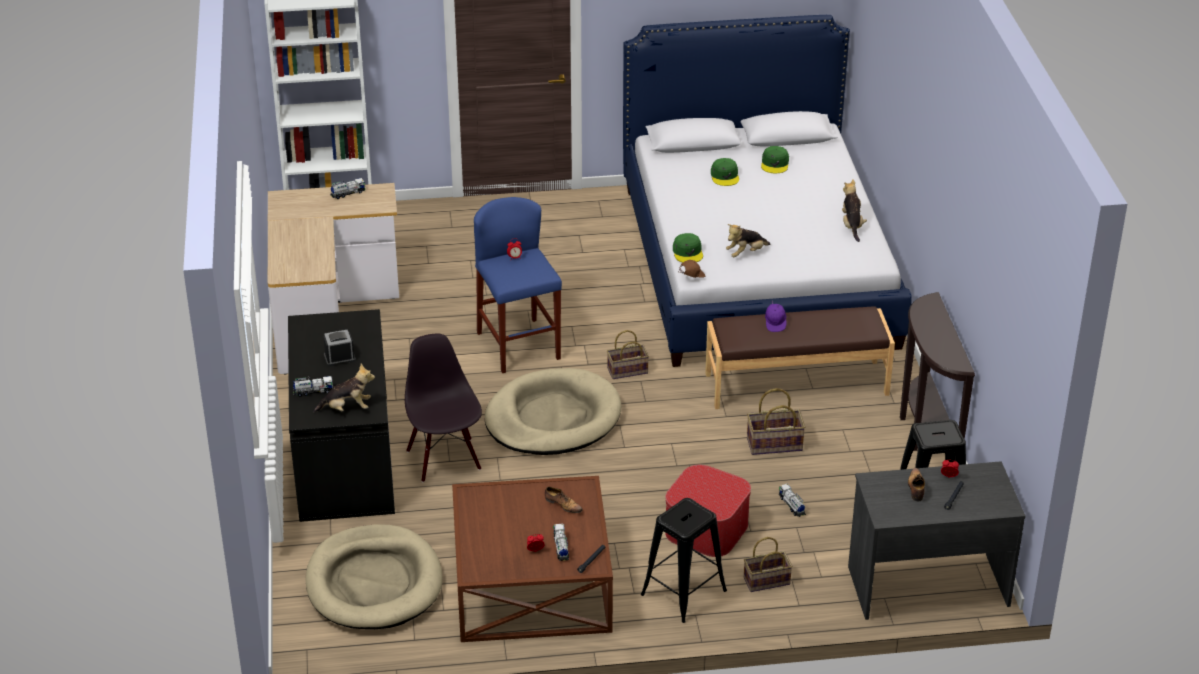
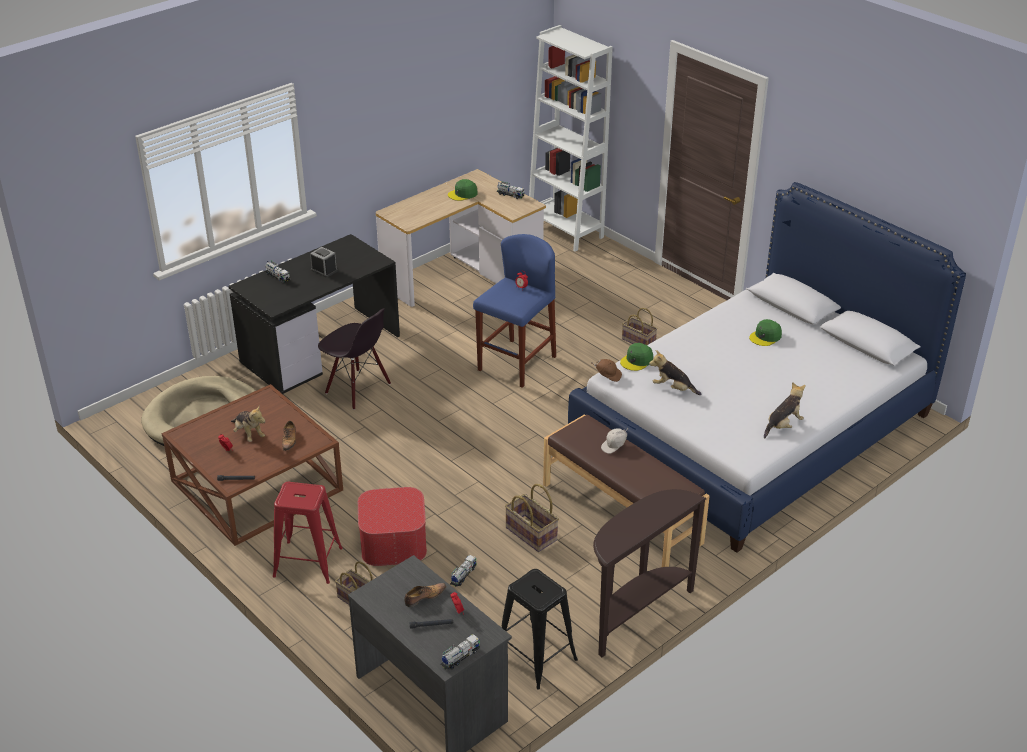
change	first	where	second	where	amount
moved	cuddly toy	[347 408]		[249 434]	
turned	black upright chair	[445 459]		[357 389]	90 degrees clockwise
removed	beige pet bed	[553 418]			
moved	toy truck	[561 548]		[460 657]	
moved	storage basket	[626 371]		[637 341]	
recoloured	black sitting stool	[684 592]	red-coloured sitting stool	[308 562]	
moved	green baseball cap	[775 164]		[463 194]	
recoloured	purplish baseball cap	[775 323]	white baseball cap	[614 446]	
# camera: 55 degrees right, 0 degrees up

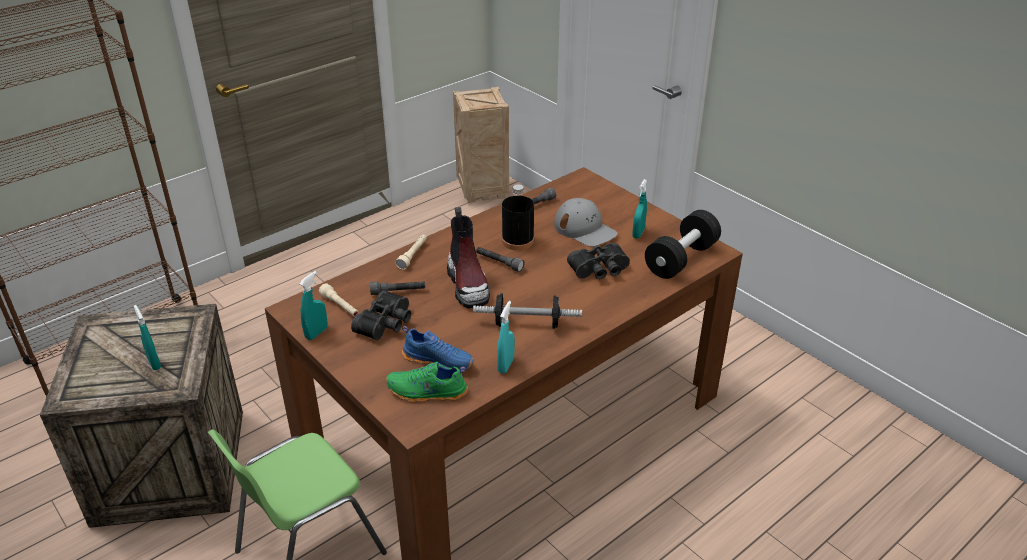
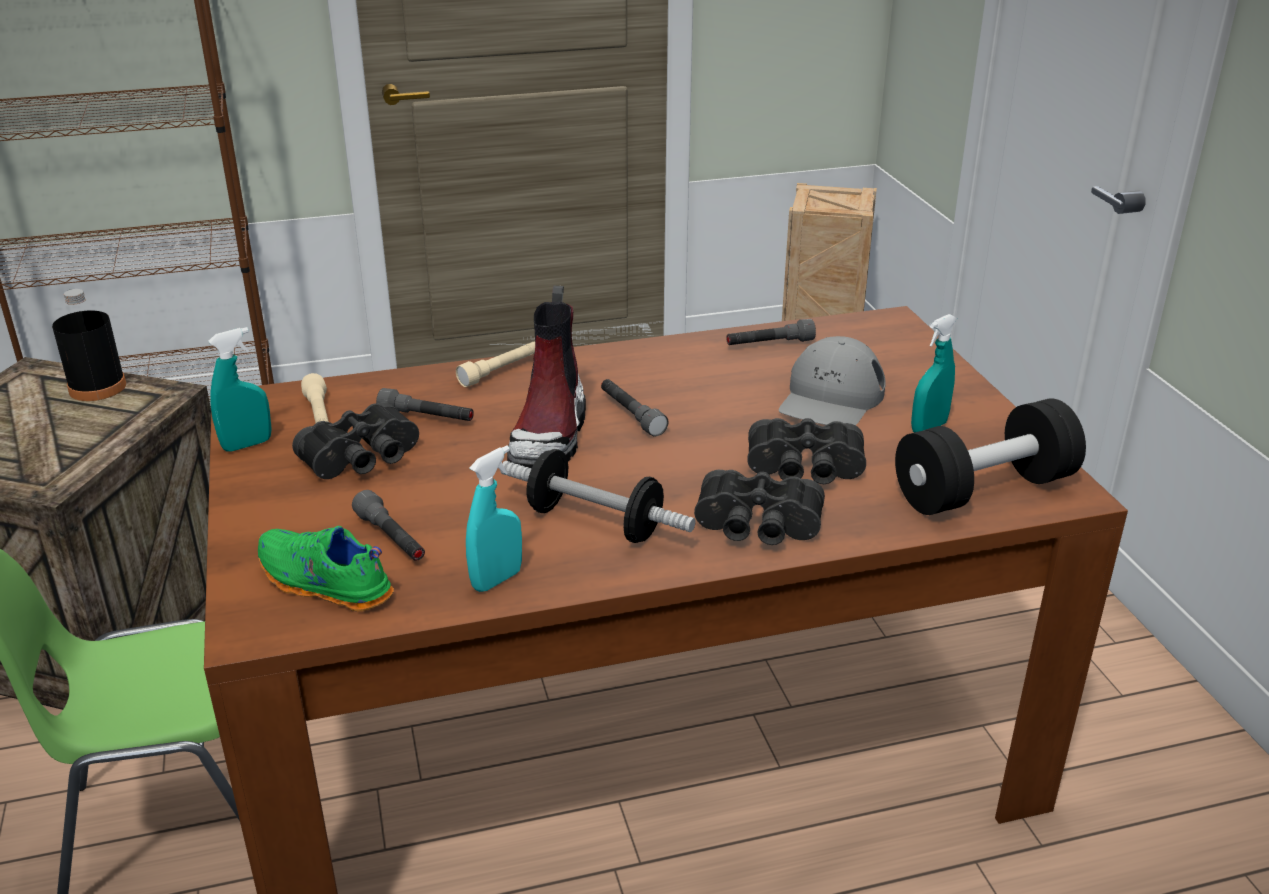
change	first	where	second	where	amount
removed	turquoise sprayer	[154 363]			
replaced	blue-coloured item of footwear	[439 360]	gray torch	[391 539]	
moved	black drink bottle	[517 241]		[97 387]	
turned	gray baseball cap	[585 229]		[831 399]	45 degrees clockwise
added			black field glasses	[757 527]	
# camera: 25 degrees right, 5 degrees down

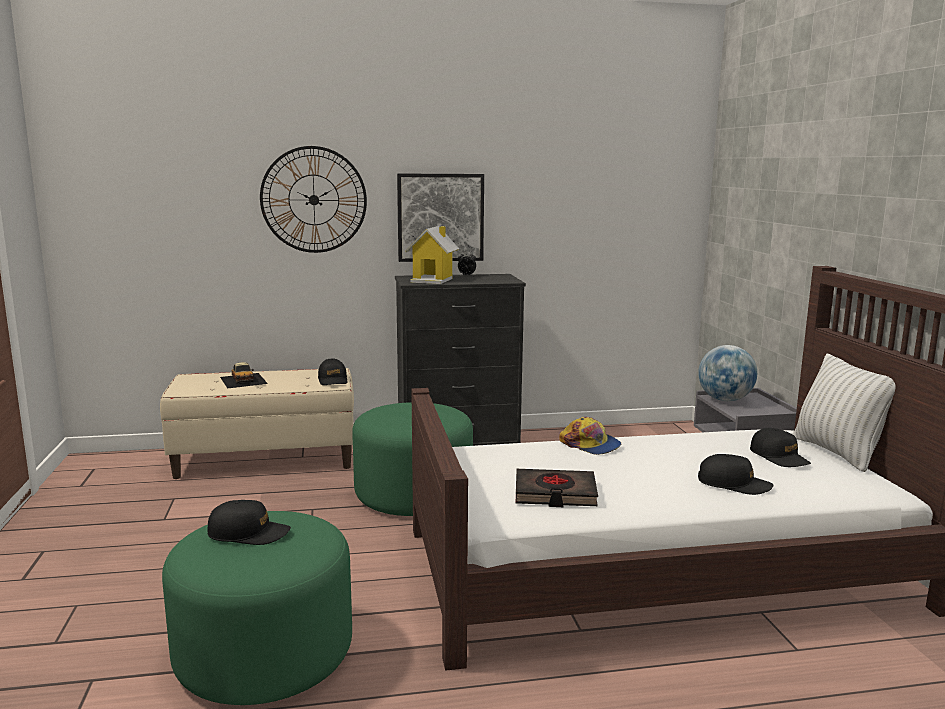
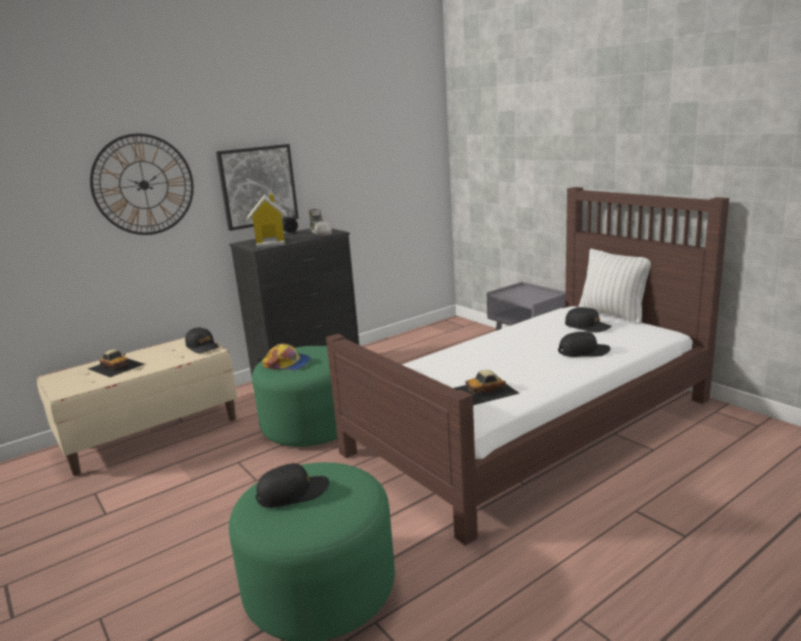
change	first	where	second	where	amount
replaced	black volume	[555 494]	toy car	[485 390]	
moved	baseball cap	[590 445]		[288 364]	
removed	world globe	[725 400]			
added			item of footwear	[321 232]	
# camera: 25 degrees left, 5 degrees up

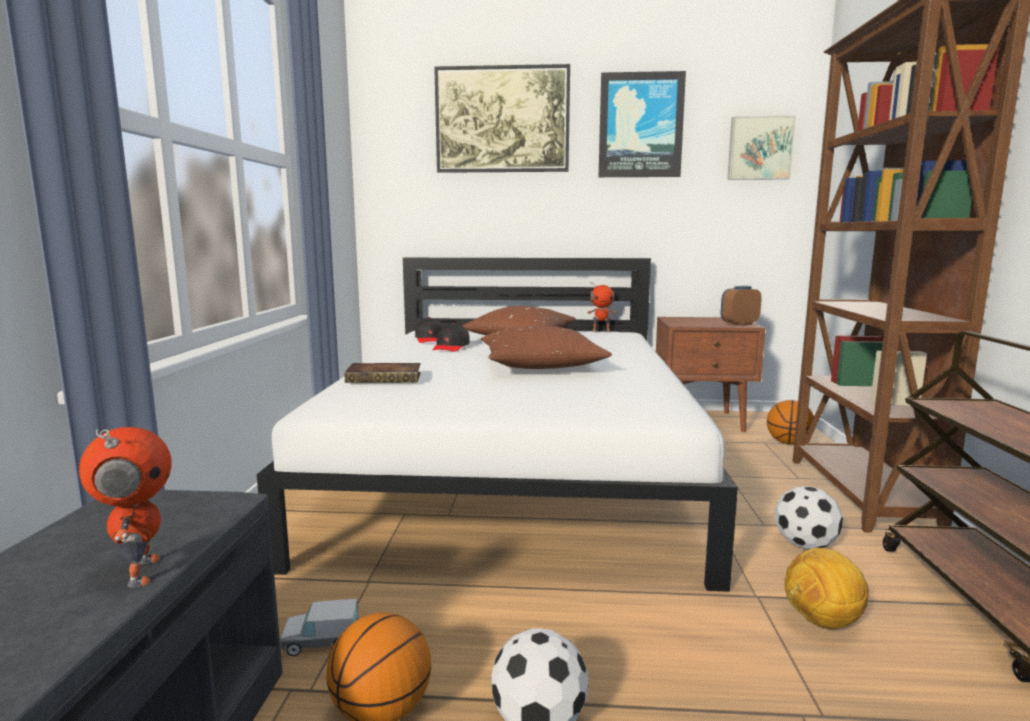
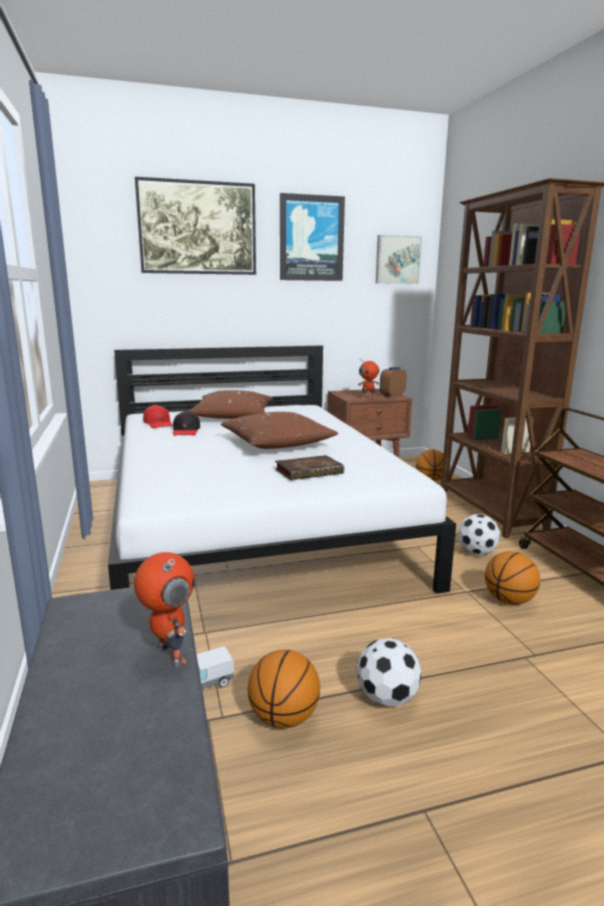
change	first	where	second	where	amount
moved	volume	[386 378]		[310 471]	
recoloured	black baseball cap	[430 339]	red-coloured baseball cap	[158 423]	
moved	model robot	[601 330]		[367 398]	
replaced	football	[822 622]	basketball ball	[509 600]	
# camera: 20 degrees left, 5 degrees up

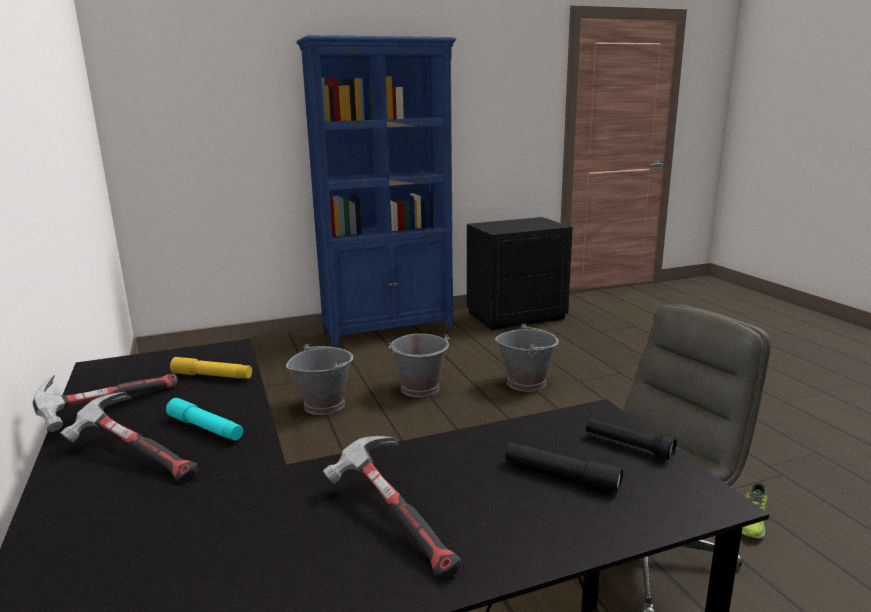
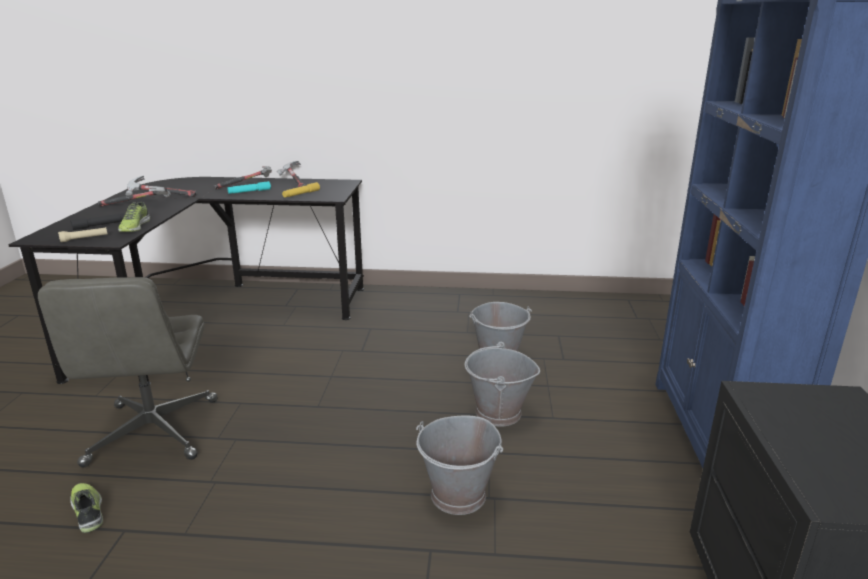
change	first	where	second	where	amount
recoloured	black torch	[628 446]	beige torch	[84 238]	
added			item of footwear	[134 227]	
added			hand hammer	[160 197]	
# camera: 115 degrees right, 5 degrees up

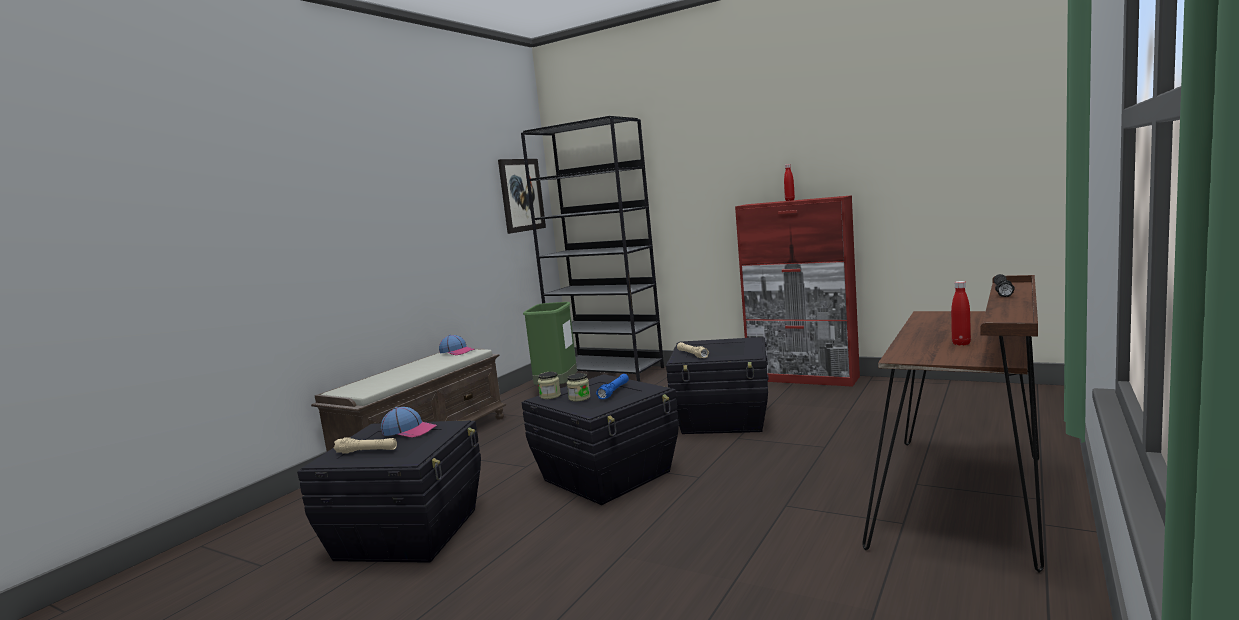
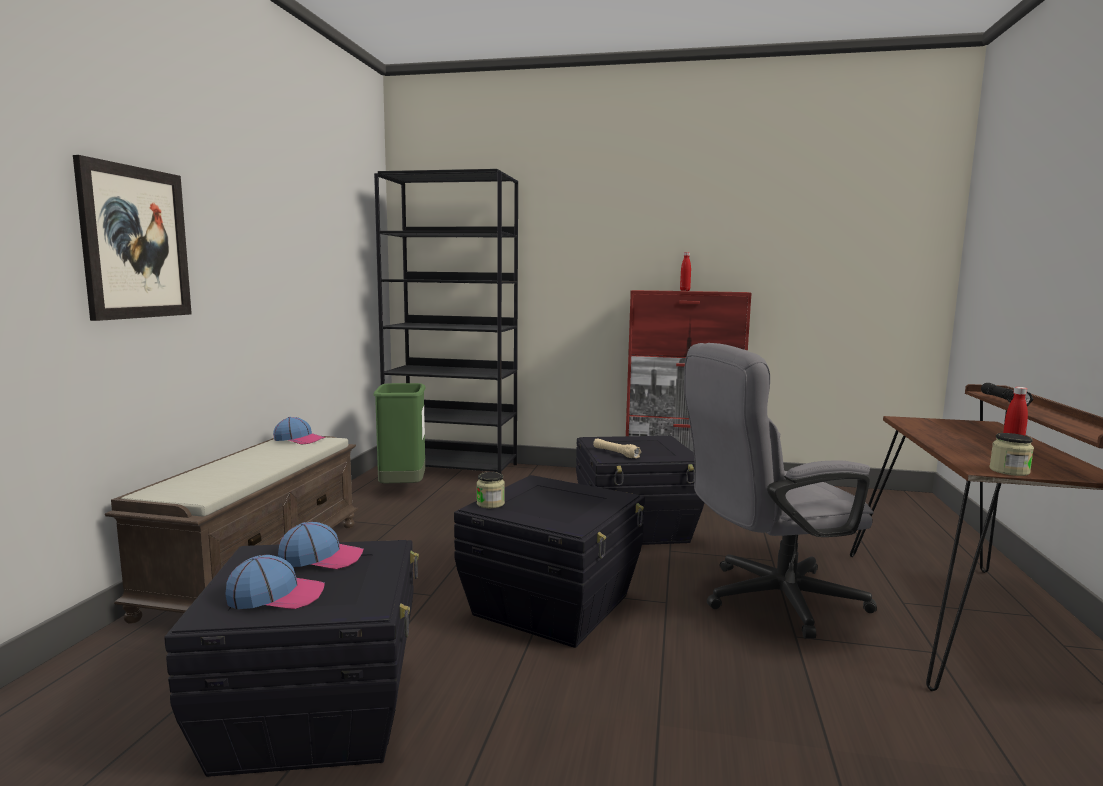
change	first	where	second	where	amount
replaced	beige torch	[367 451]	baseball cap	[276 595]	
moved	picture	[521 195]		[135 243]	
moved	preserve jar	[579 398]		[1009 471]	
removed	blue-coloured torch	[614 391]			
added			gray computer chair	[768 599]	
# camera: 20 degrees left, 0 degrees up

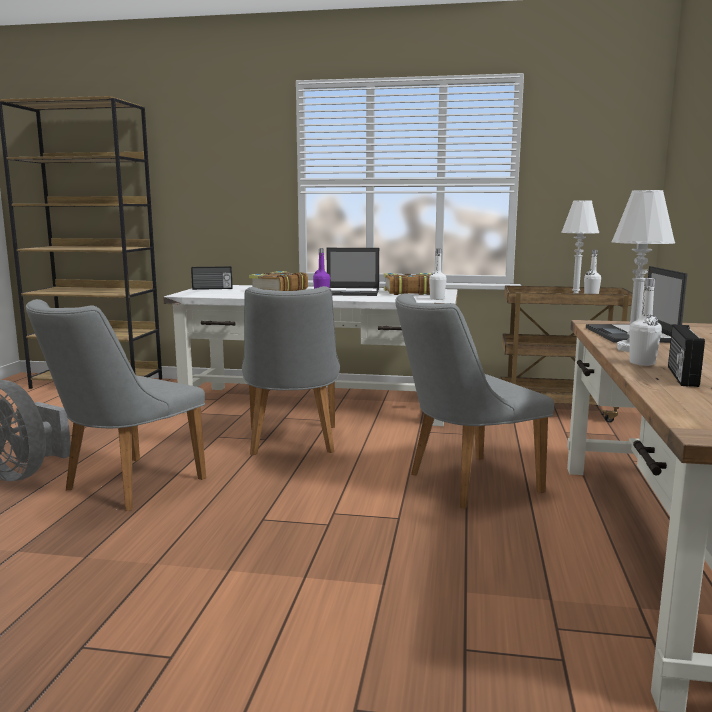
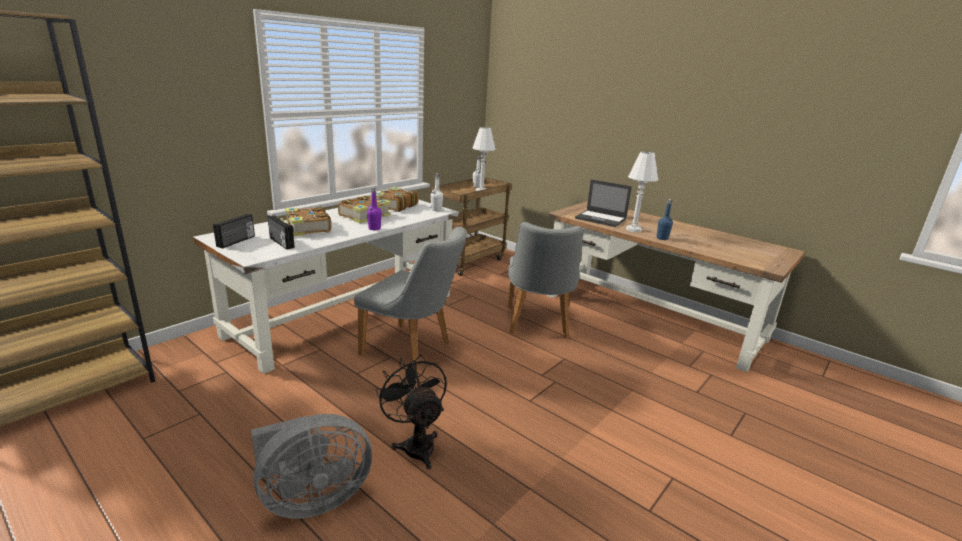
change	first	where	second	where	amount
replaced	gray upright chair	[124 487]	black fan	[416 444]	
replaced	laptop	[352 292]	volume	[365 216]	
recoloured	white drink bottle	[642 363]	blue-coloured drink bottle	[662 238]	
moved	radio	[680 376]		[281 243]	
# camera: 60 degrees left, 10 degrees up

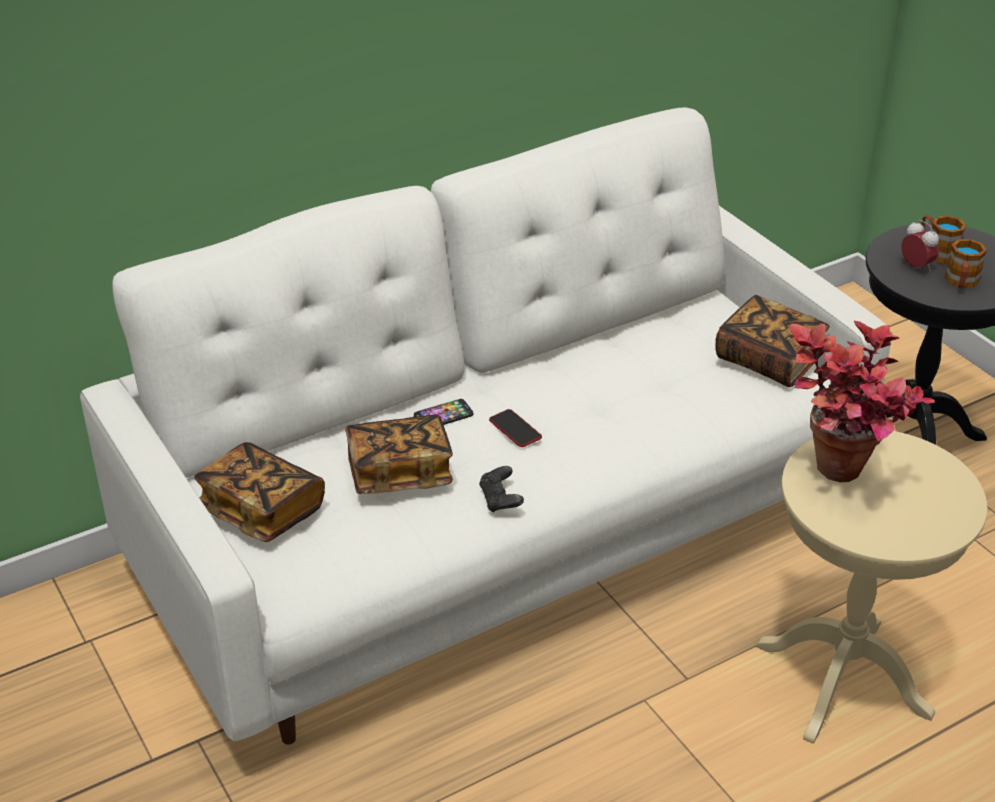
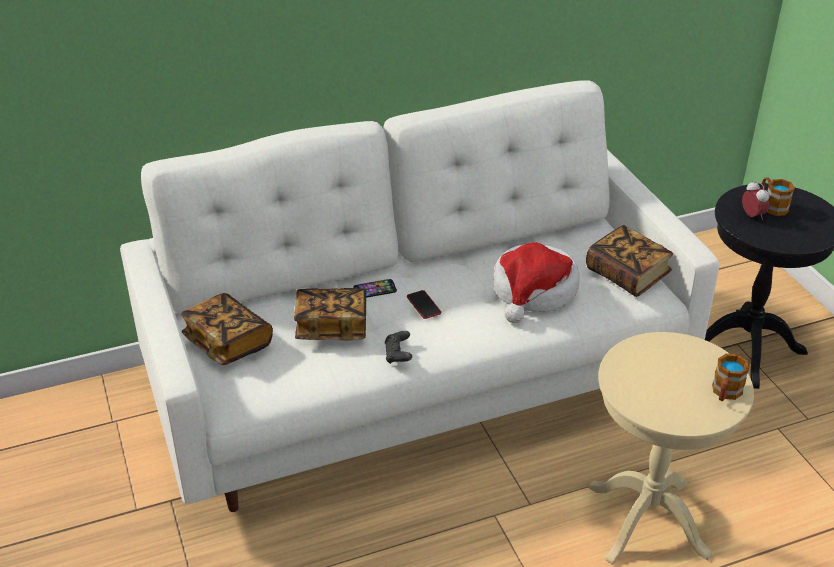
change	first	where	second	where	amount
removed	houseplant	[840 481]			
moved	mug	[961 283]		[725 393]	
added			wearable hat	[534 292]	
# camera: 10 degrees right, 0 degrees up

